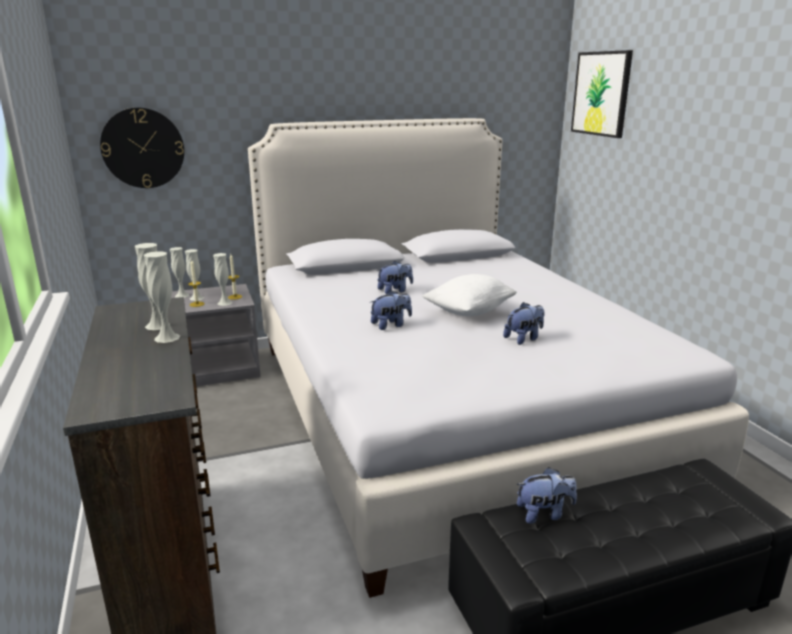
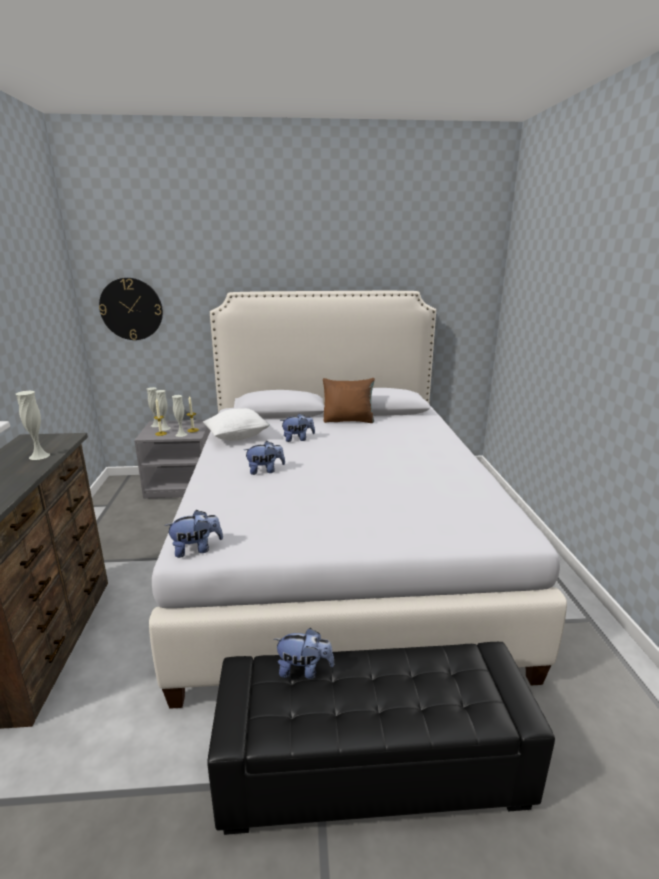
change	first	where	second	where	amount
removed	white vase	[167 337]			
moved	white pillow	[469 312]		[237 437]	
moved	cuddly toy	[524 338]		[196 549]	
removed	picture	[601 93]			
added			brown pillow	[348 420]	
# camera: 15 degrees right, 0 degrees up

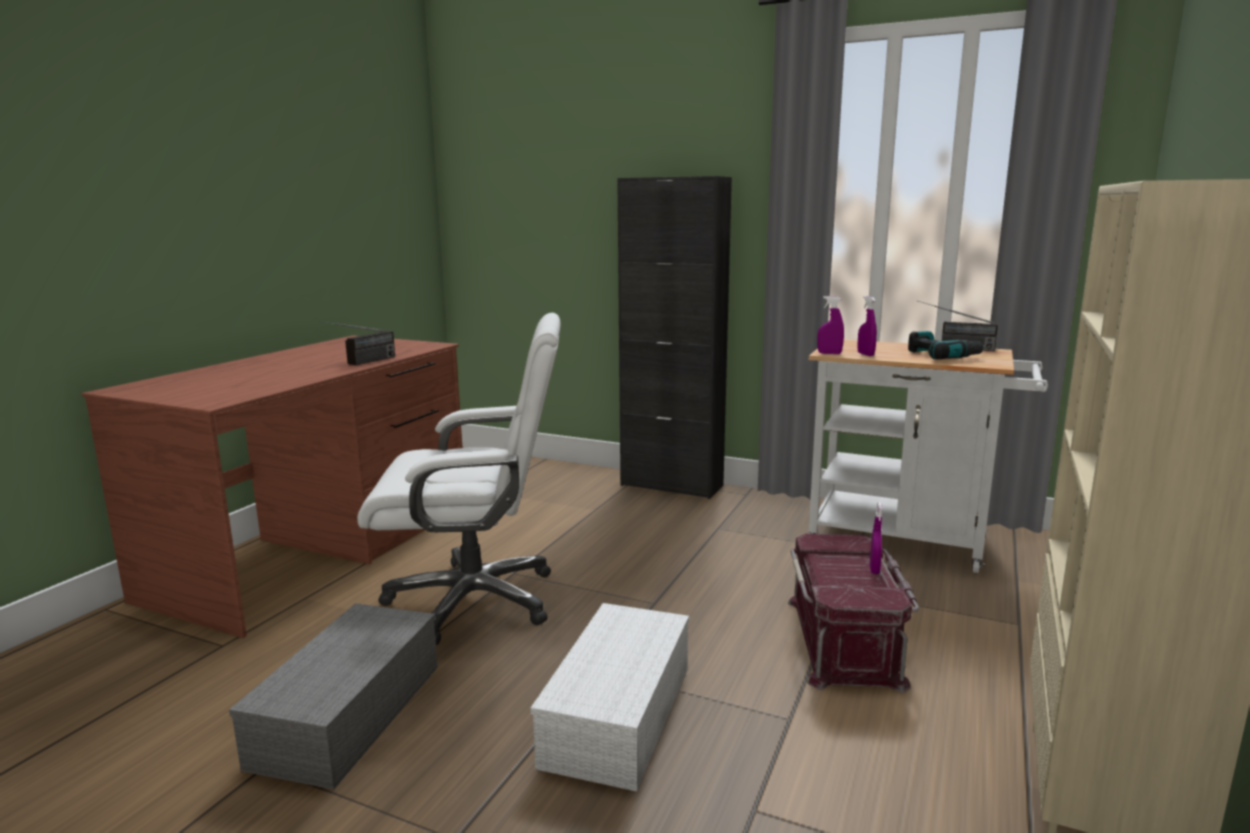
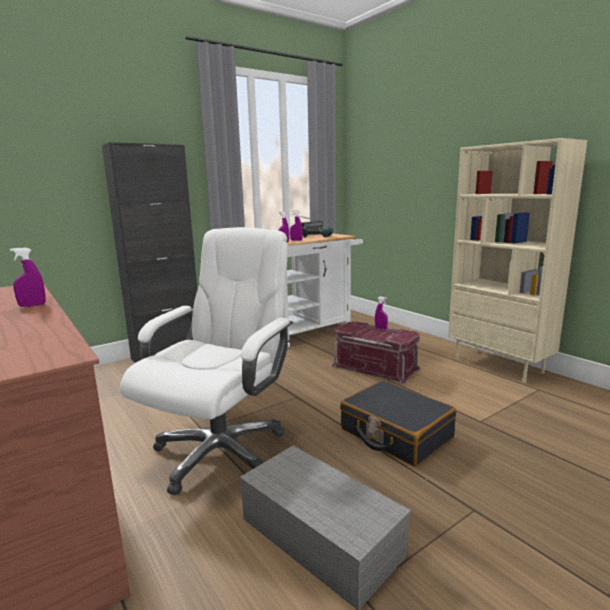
change	first	where	second	where	amount
replaced	radio	[362 362]	purplish sprayer	[32 305]	
replaced	white storage box	[619 717]	black travel case	[395 434]	
# camera: 60 degrees left, 0 degrees up

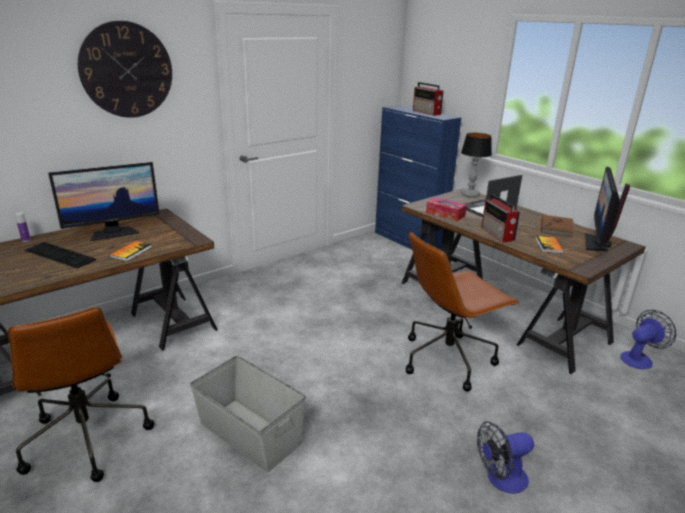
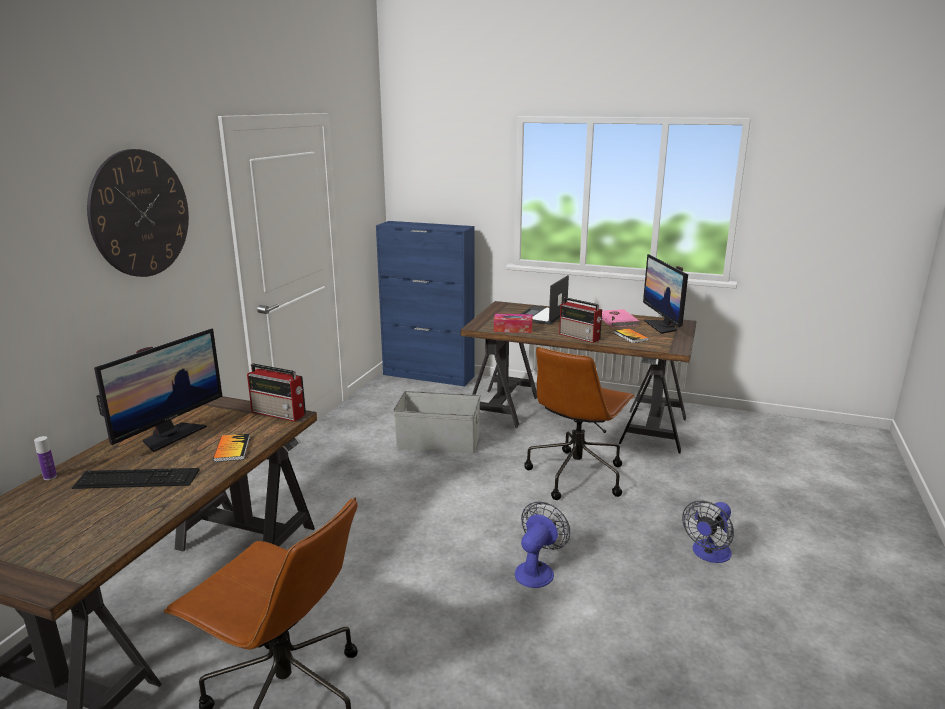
change	first	where	second	where	amount
moved	gray storage box	[250 432]		[438 441]	
moved	radio	[427 113]		[279 413]	
removed	table lamp	[470 195]			
recoloured	brown volume	[557 227]	pinkish volume	[618 320]	
moved	fan	[639 358]		[537 570]	
# camera: 30 degrees left, 5 degrees down

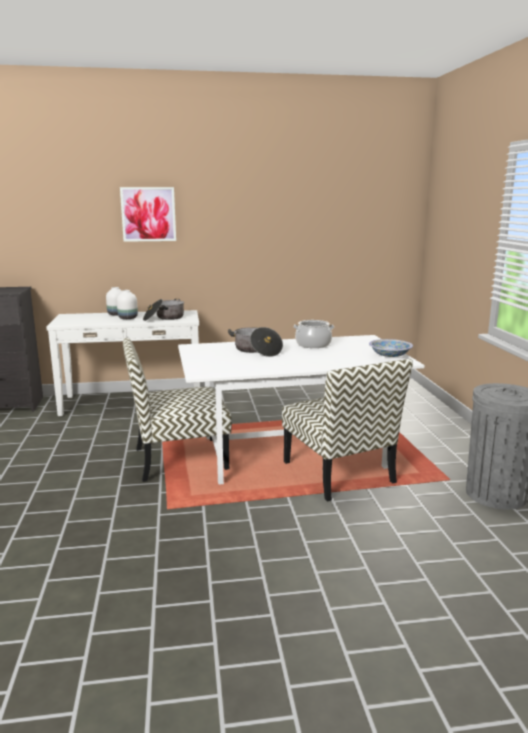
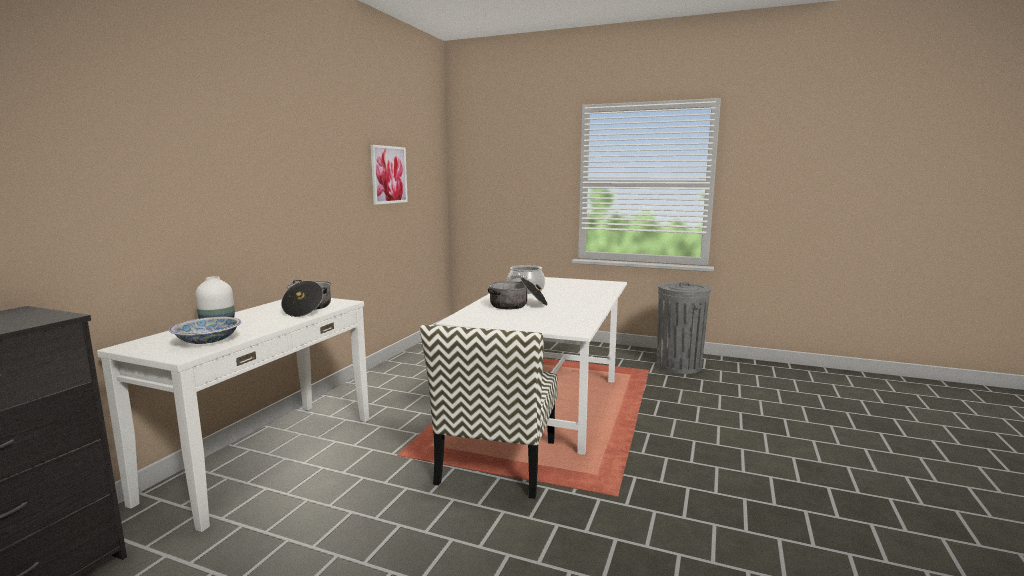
change	first	where	second	where	amount
removed	white vase	[127 318]			
moved	picture	[148 214]		[388 175]	
removed	upright chair	[339 473]			
moved	serving bowl	[390 355]		[208 341]	
# camera: 60 degrees left, 5 degrees down

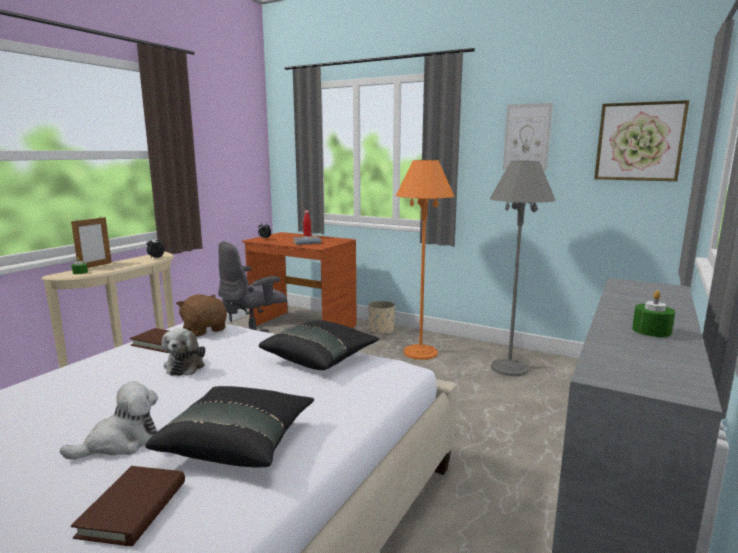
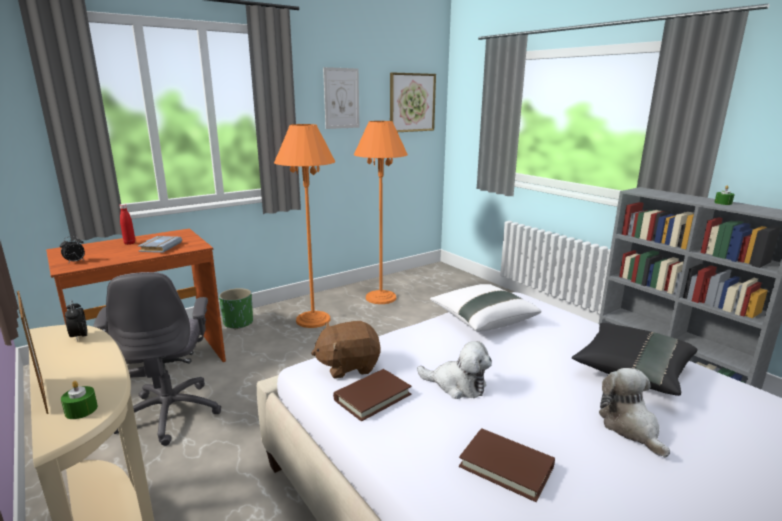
change	first	where	second	where	amount
moved	brown volume	[133 509]		[506 466]	
recoloured	black pillow	[320 359]	white pillow	[482 320]	
recoloured	beige flower pot	[381 331]	green flower pot	[238 323]	
recoloured	gray floor lamp	[509 368]	orangey floor lamp	[381 297]	
# camera: 65 degrees left, 5 degrees up

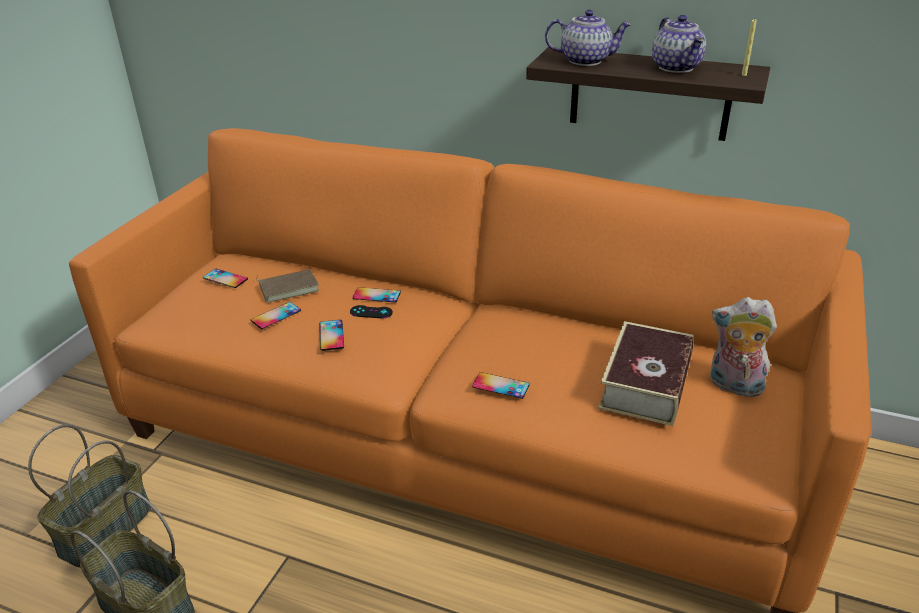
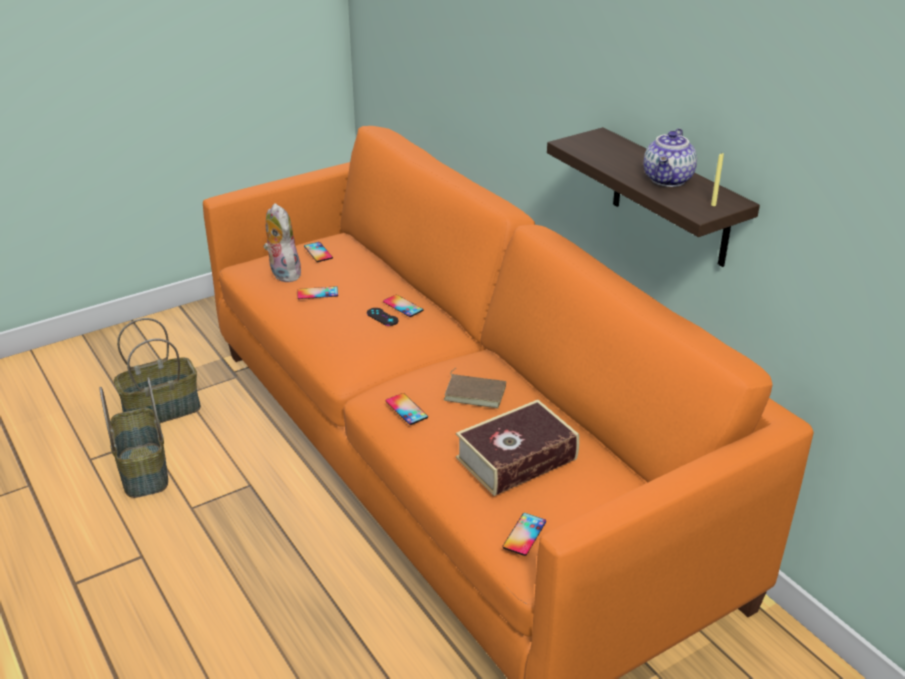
change	first	where	second	where	amount
moved	brown volume	[289 287]		[475 392]	
moved	telephone	[331 335]		[524 534]	
removed	teapot	[585 60]			
moved	cuddly toy	[733 386]		[282 274]	
# camera: 35 degrees right, 0 degrees up

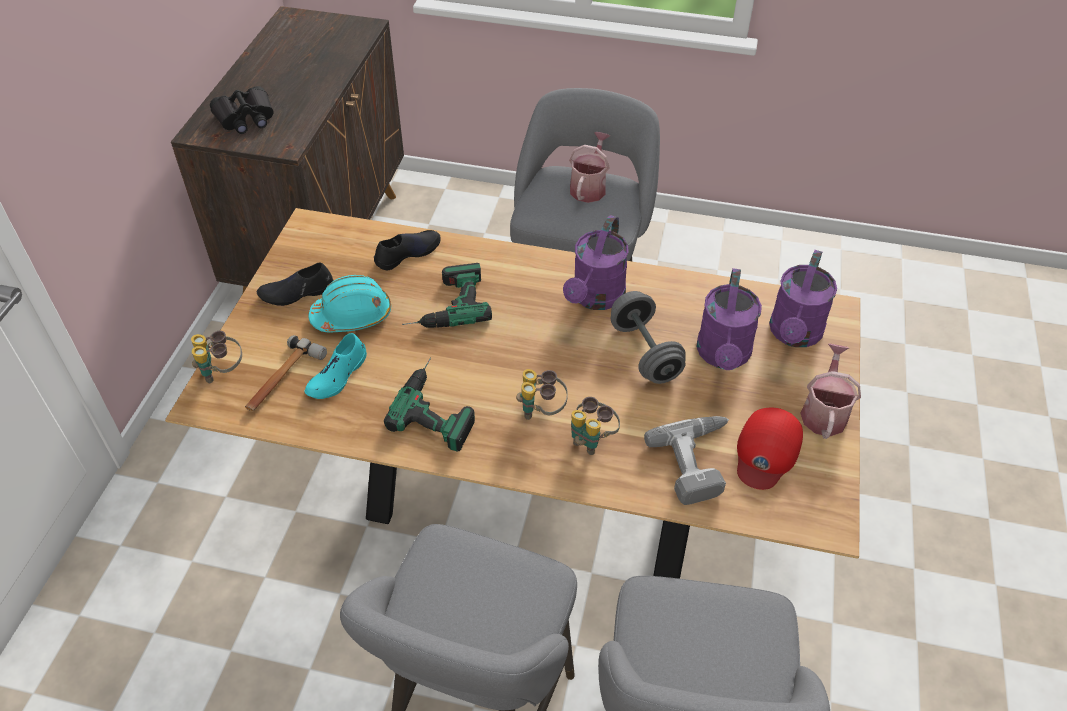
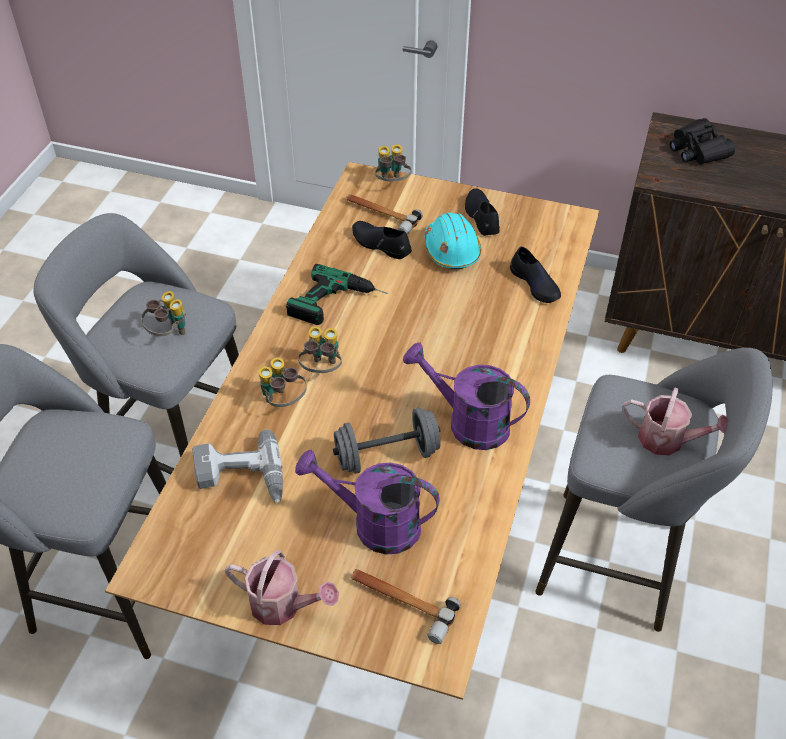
change	first	where	second	where	amount
recoloured	turquoise item of footwear	[337 376]	black item of footwear	[380 244]	
removed	electric drill	[444 305]			
removed	red-coloured baseball cap	[766 451]			
replaced	purplish watering pot	[794 335]	hand hammer	[401 602]	
added			field glasses	[168 334]	
# camera: 95 degrees right, 0 degrees up

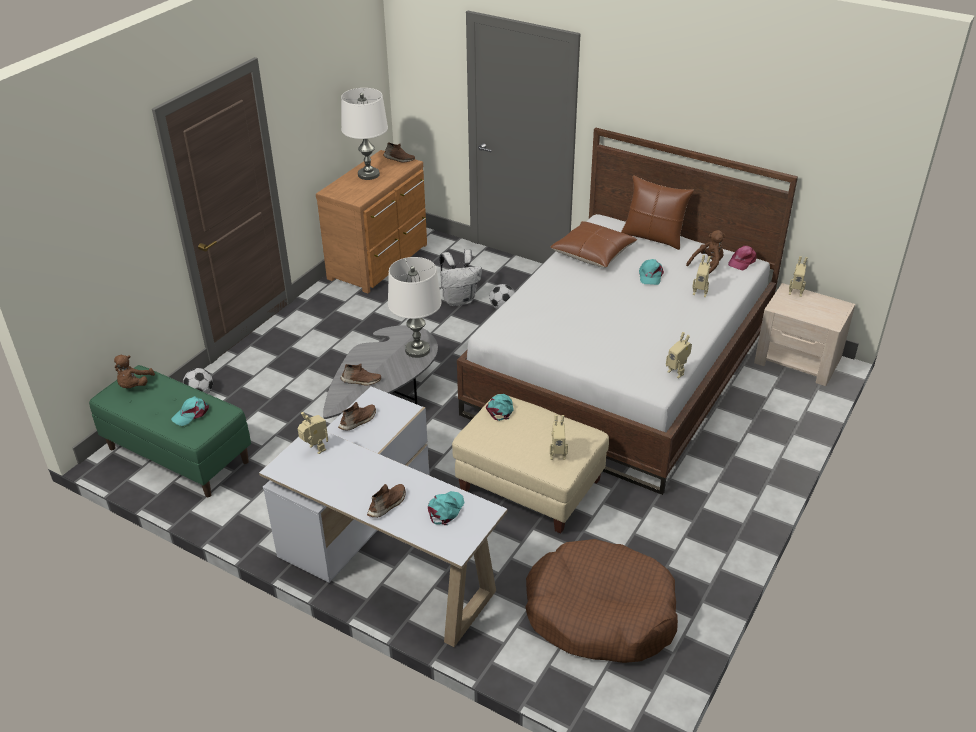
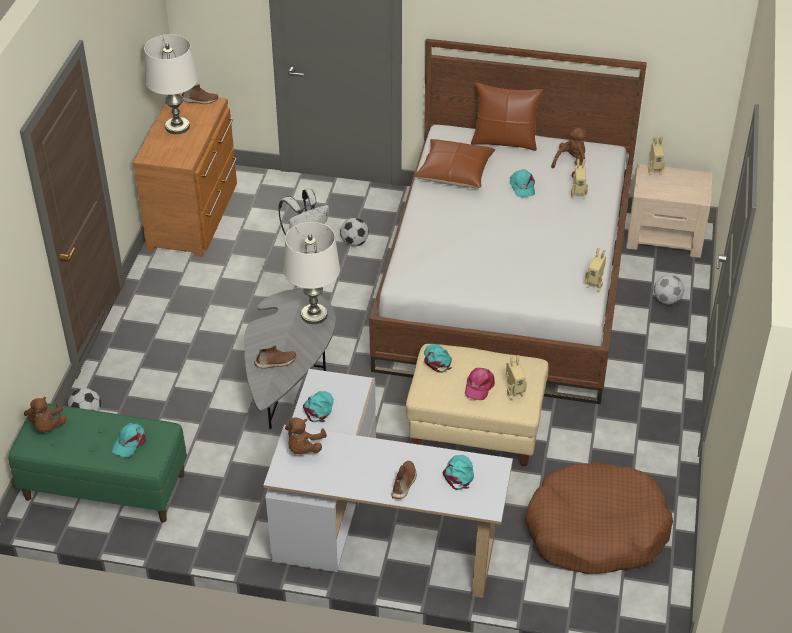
change	first	where	second	where	amount
replaced	model robot	[315 449]	brown cuddly toy	[303 448]	
replaced	brown item of footwear	[358 421]	turquoise baseball cap	[319 408]	
moved	pinkish baseball cap	[742 261]		[479 386]	
added			football	[667 300]	
# camera: 20 degrees left, 5 degrees up

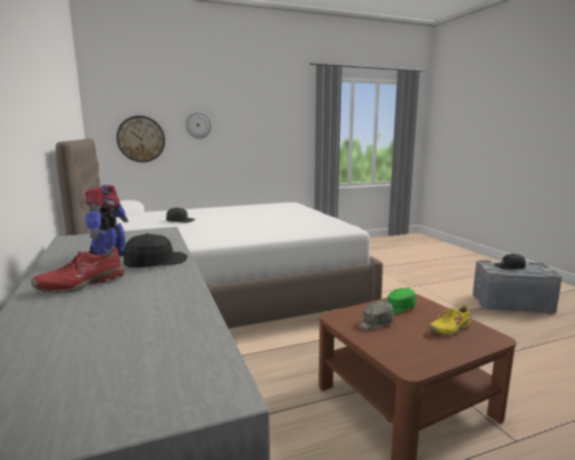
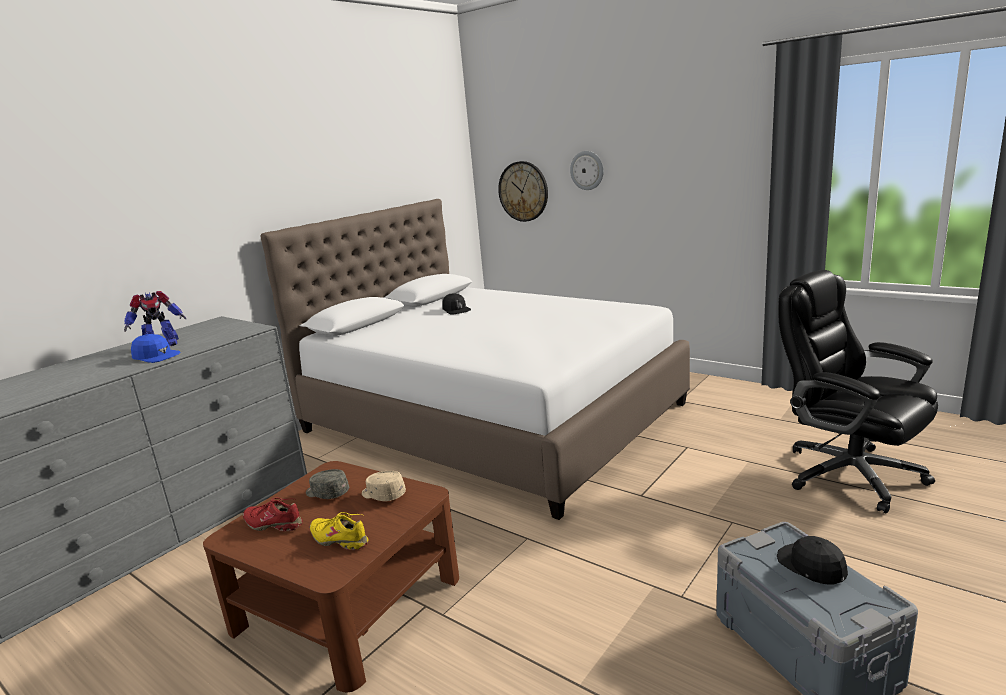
change	first	where	second	where	amount
moved	red-coloured item of footwear	[81 284]		[274 524]	
recoloured	black baseball cap	[155 261]	blue-coloured baseball cap	[156 356]	
recoloured	green baseball cap	[398 308]	beige baseball cap	[383 495]	
added			black computer chair	[848 474]	
# camera: 60 degrees right, 5 degrees up

